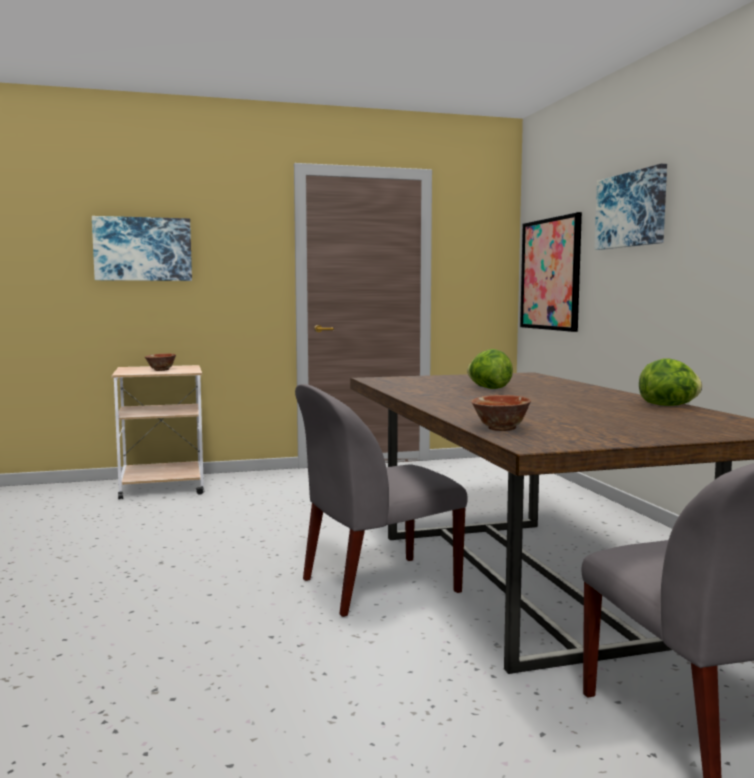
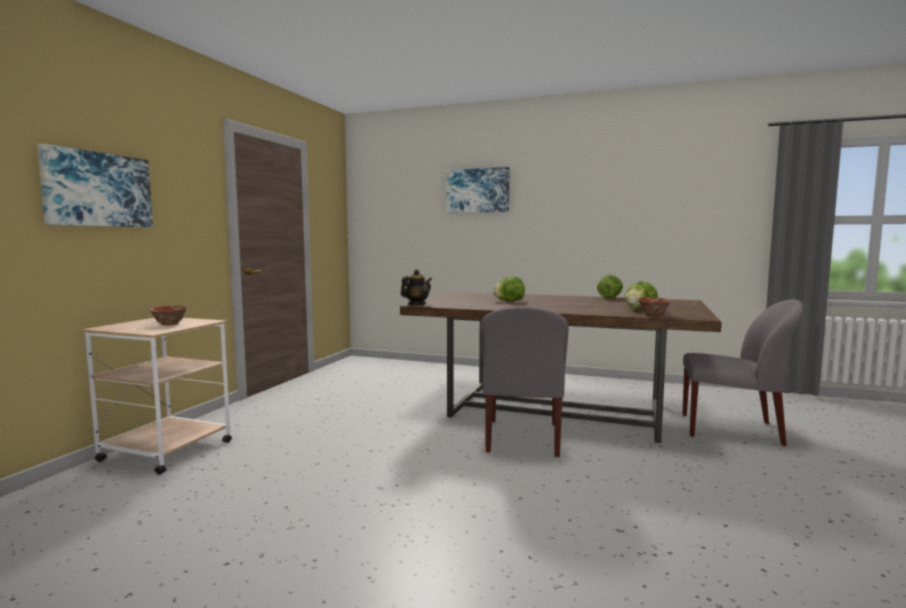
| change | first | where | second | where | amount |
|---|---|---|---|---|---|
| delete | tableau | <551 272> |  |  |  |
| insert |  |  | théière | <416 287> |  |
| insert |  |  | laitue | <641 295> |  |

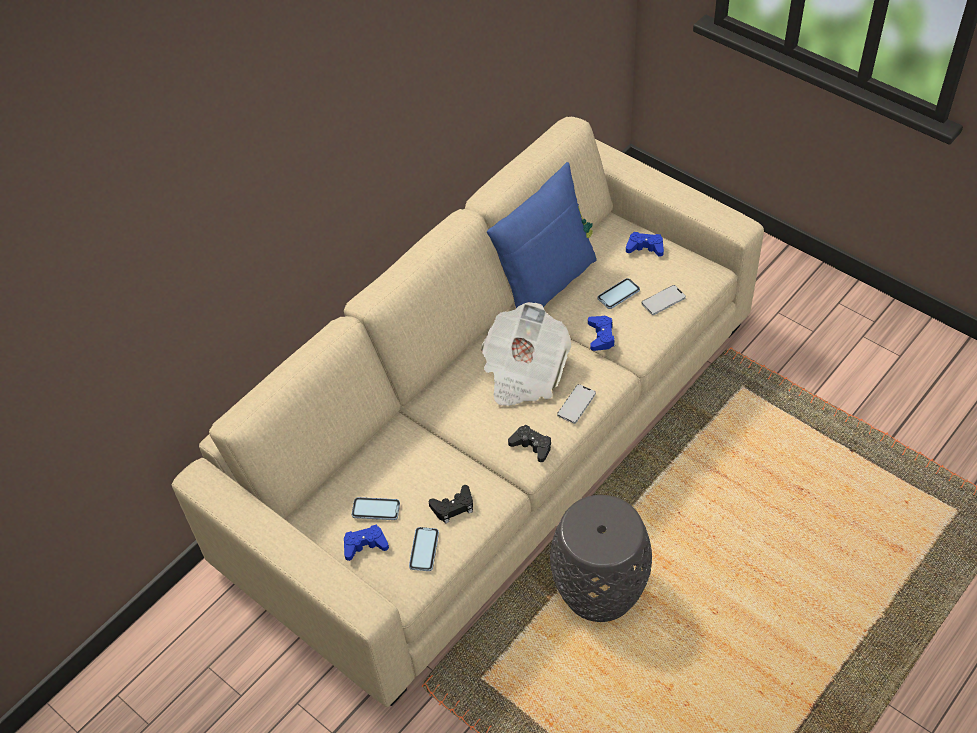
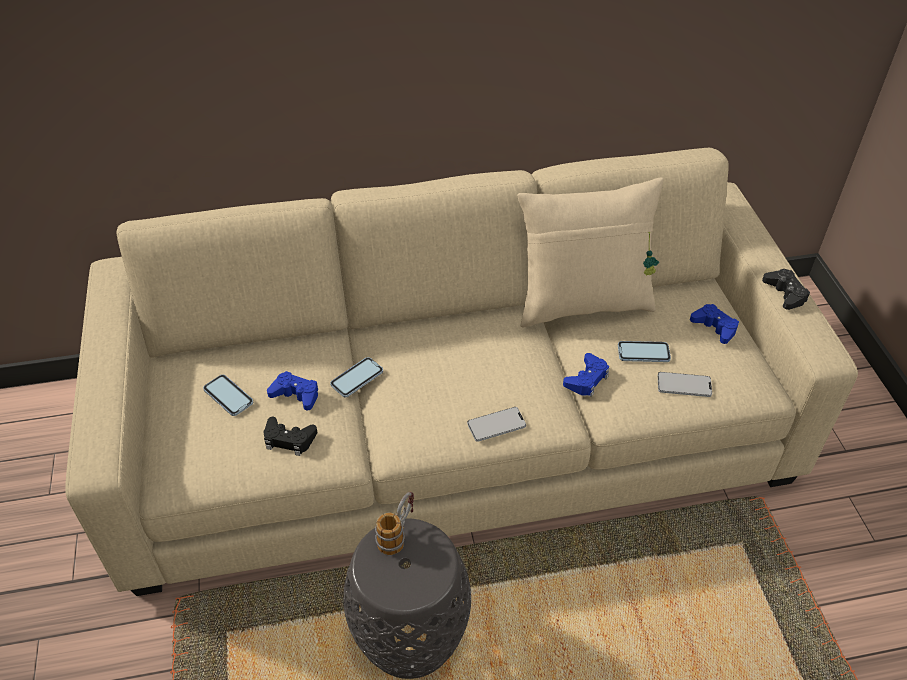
| change | first | where | second | where | amount |
|---|---|---|---|---|---|
| move | manette [bleu] | <366 543> |  | <292 390> |  |
| move | téléphone | <424 549> |  | <356 377> |  |
| delete | journal | <526 354> |  |  |  |
| recolor | coussin [bleu] | <542 235> | coussin [beige] | <590 252> |  |
| move | manette [noir] | <529 443> |  | <786 289> |  |
| insert |  |  | mug | <394 523> |  |

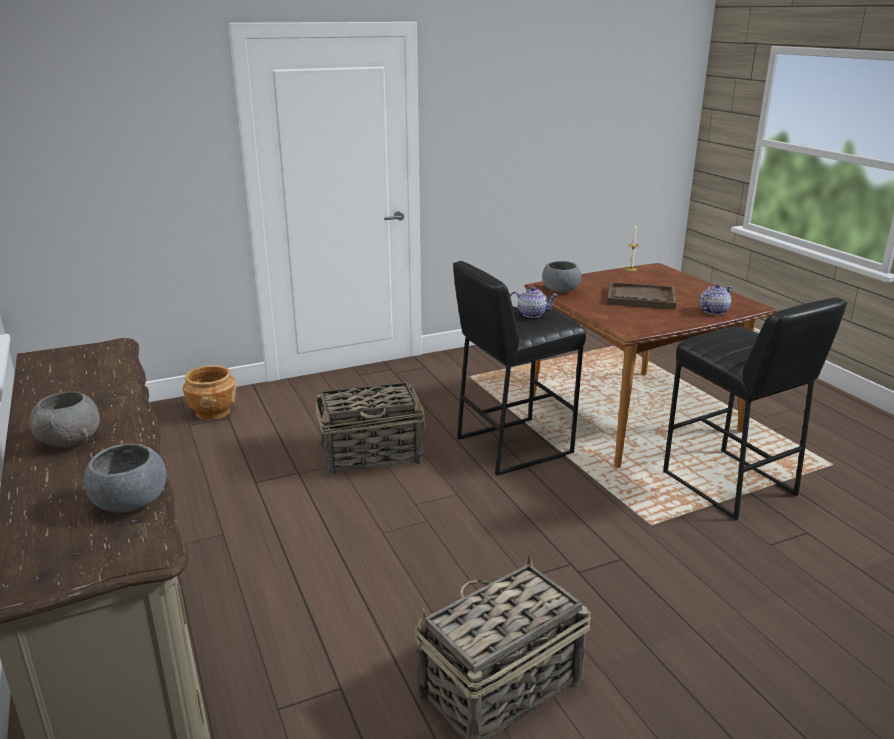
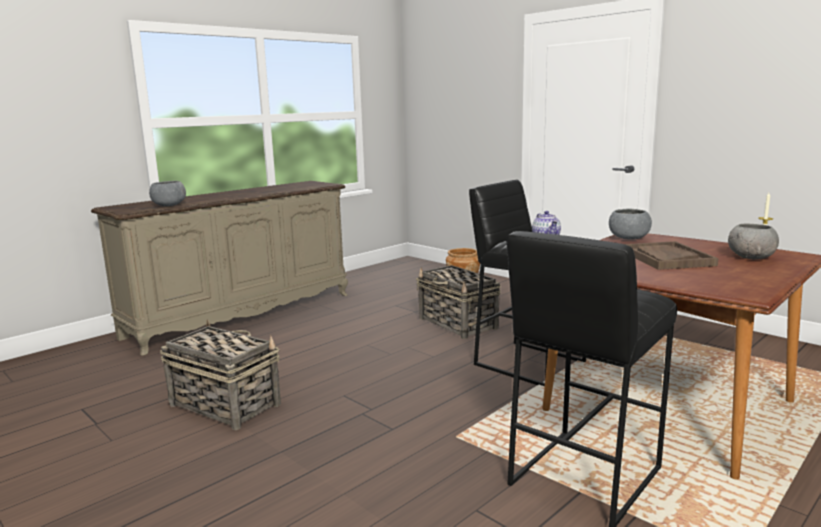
| change | first | where | second | where | amount |
|---|---|---|---|---|---|
| move | bol [gris] | <65 419> |  | <753 241> |  |
| delete | théière | <716 299> |  |  |  |

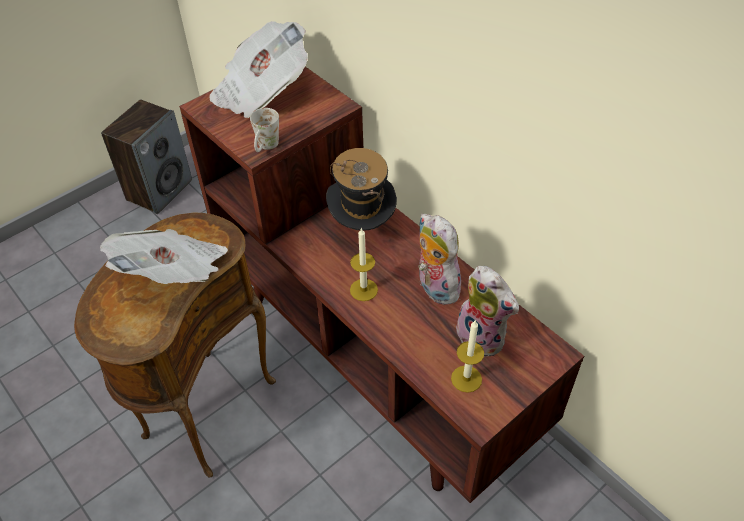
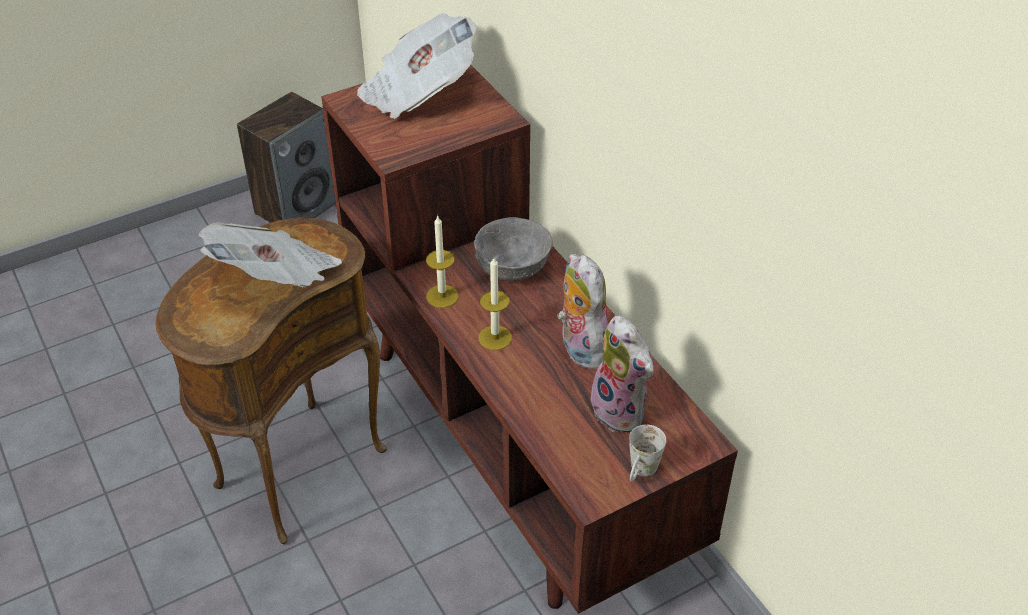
| change | first | where | second | where | amount |
|---|---|---|---|---|---|
| move | mug [blanc] | <264 130> |  | <647 453> |  |
| replace | chapeau | <361 189> | bol [gris] | <513 249> |  |
| move | bougie | <467 356> |  | <442 262> |  |

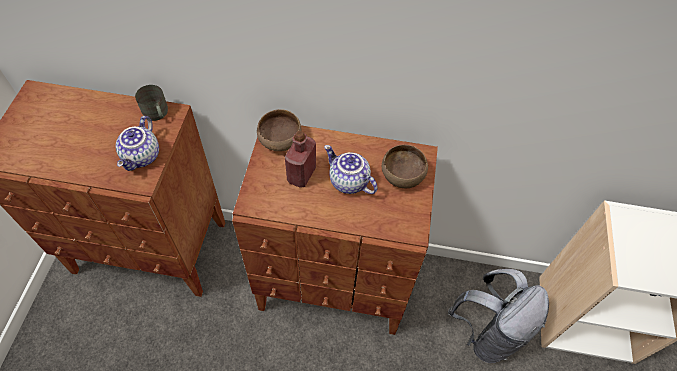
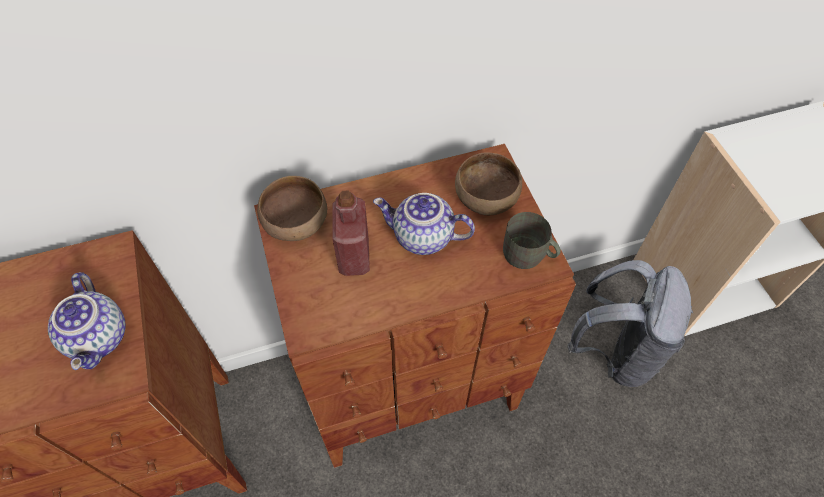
| change | first | where | second | where | amount |
|---|---|---|---|---|---|
| move | mug [gris] | <151 103> |  | <532 240> |  |

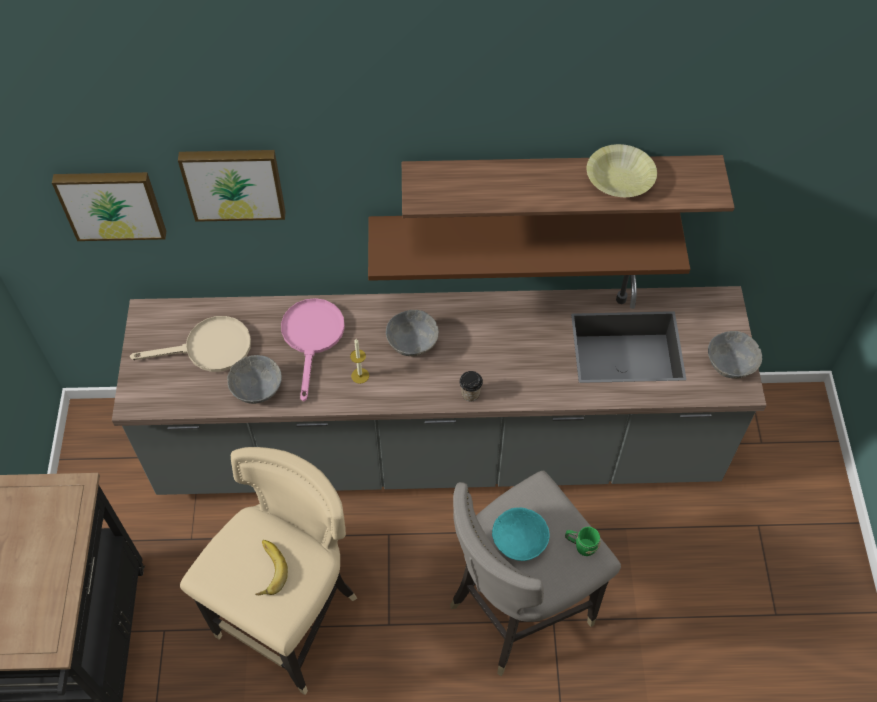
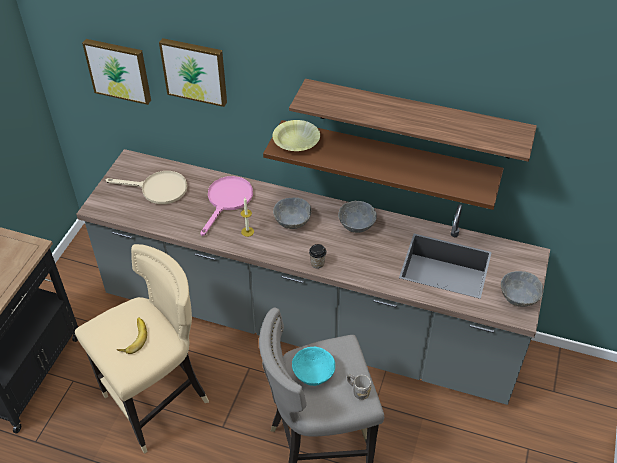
| change | first | where | second | where | amount |
|---|---|---|---|---|---|
| move | bol [gris] | <254 379> |  | <357 217> |  |
| recolor | mug [vert] | <583 541> | mug [gris] | <359 387> |  |
| move | bol [jaune] | <622 170> |  | <296 135> |  |

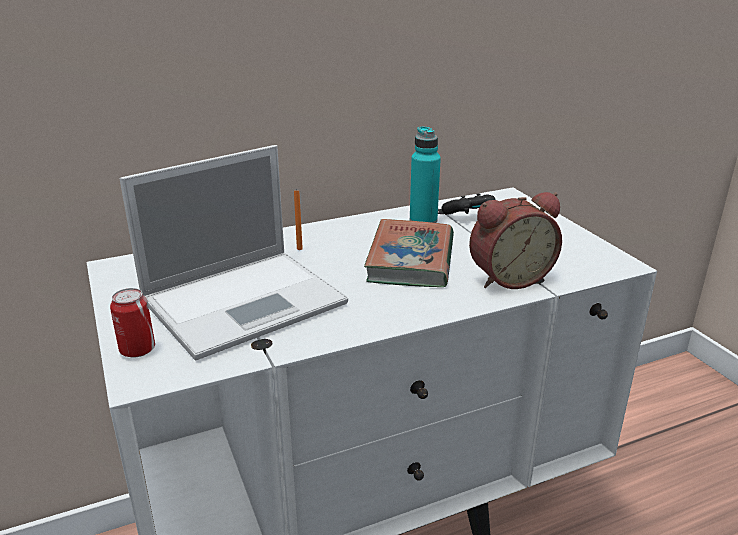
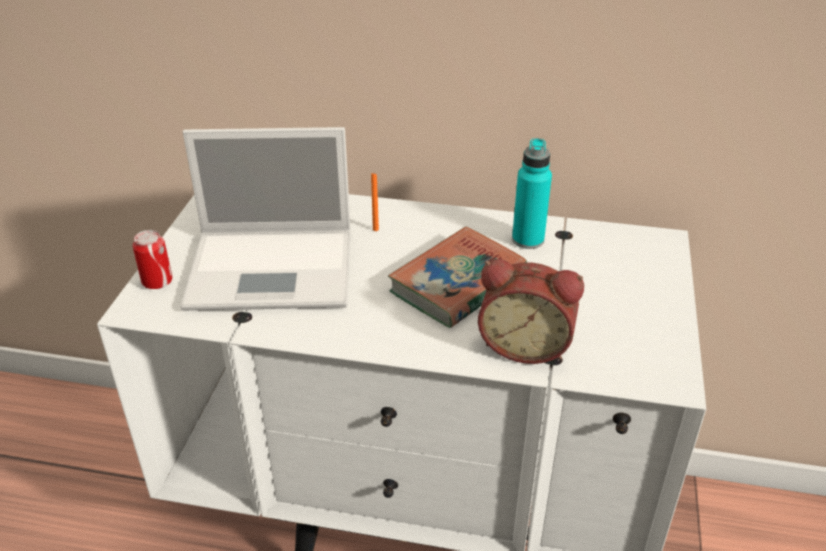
| change | first | where | second | where | amount |
|---|---|---|---|---|---|
| delete | manette [noir] | <468 204> |  |  |  |

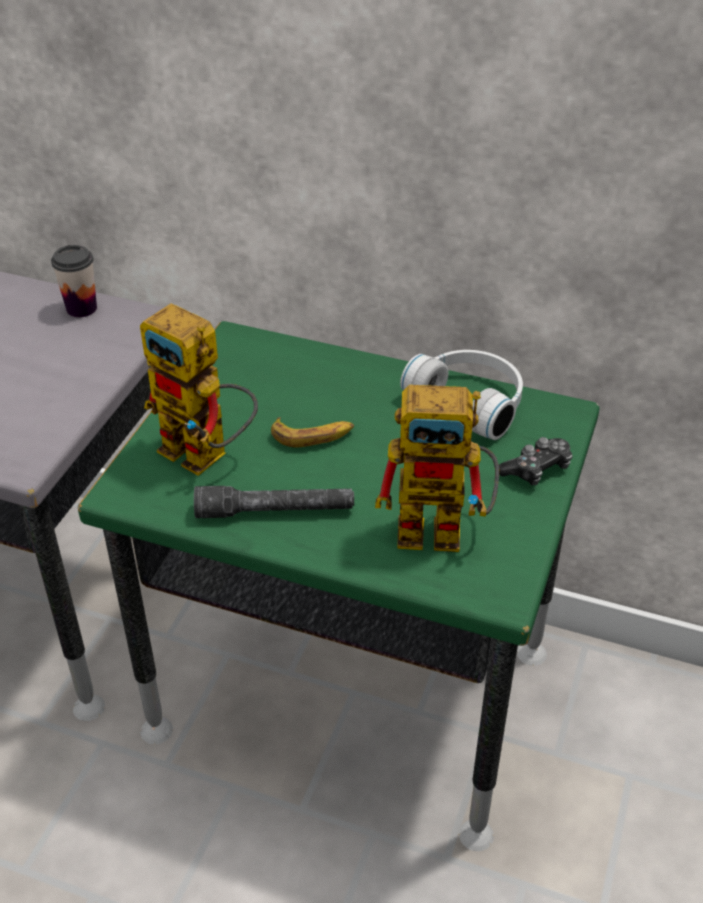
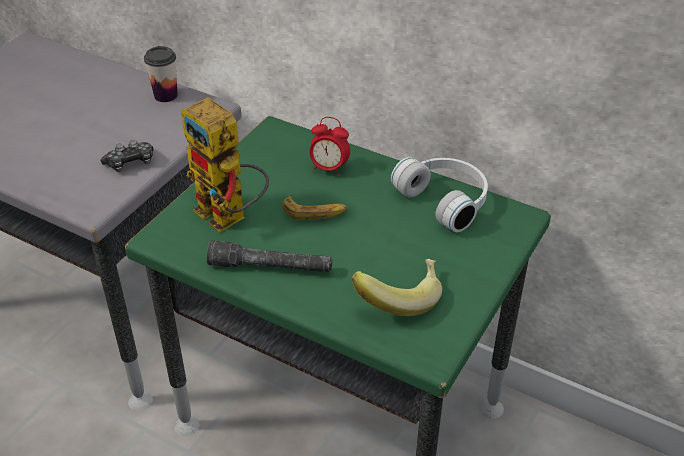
| change | first | where | second | where | amount |
|---|---|---|---|---|---|
| replace | robot jouet | <437 468> | banane | <397 287> |  |
| move | manette | <536 461> |  | <127 156> |  |
| insert |  |  | réveil | <330 146> |  |

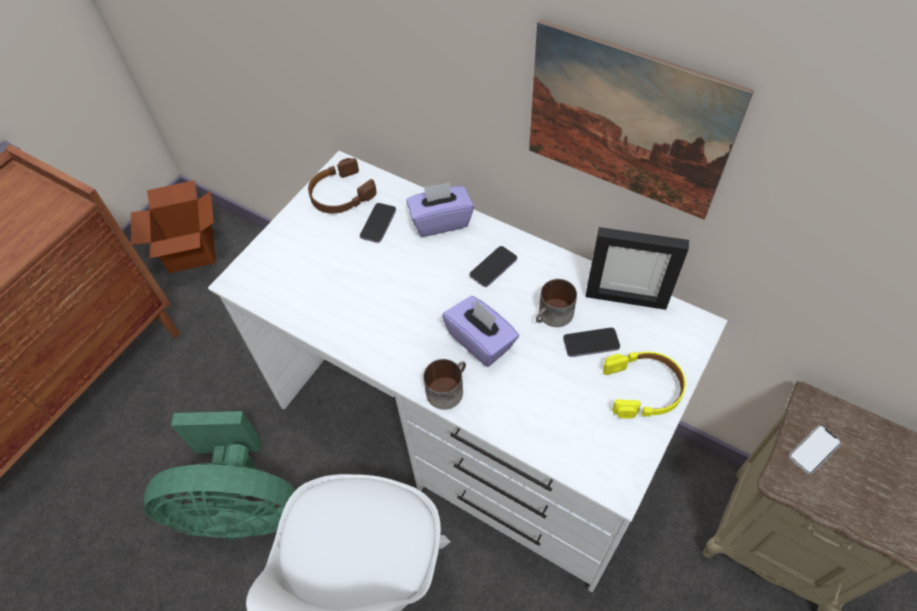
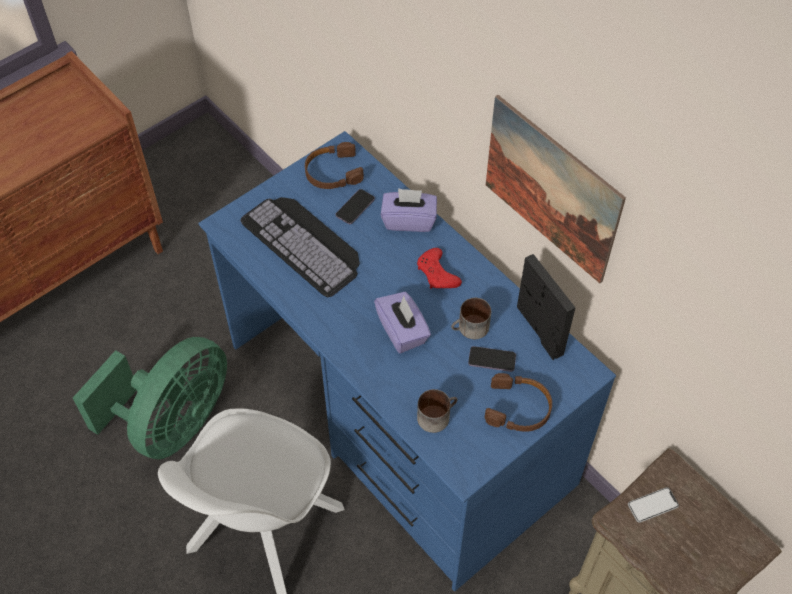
| change | first | where | second | where | amount |
|---|---|---|---|---|---|
| delete | carton | <173 226> |  |  |  |
| rotate | ventilateur [vert] | <220 475> |  | <150 398> | 75 degrees counterclockwise |
| recolor | bureau [blanc] | <467 371> | bureau [bleu] | <407 361> |  |
| move | mug | <444 384> |  | <437 411> |  |
| replace | téléphone | <493 266> | manette [rouge] | <439 268> |  |
| rotate | cadre photo | <637 268> |  | <546 307> | 150 degrees counterclockwise |
| recolor | casque audio [jaune] | <644 385> | casque audio [marron] | <518 402> |  |
| insert |  |  | clavier | <300 247> |  |

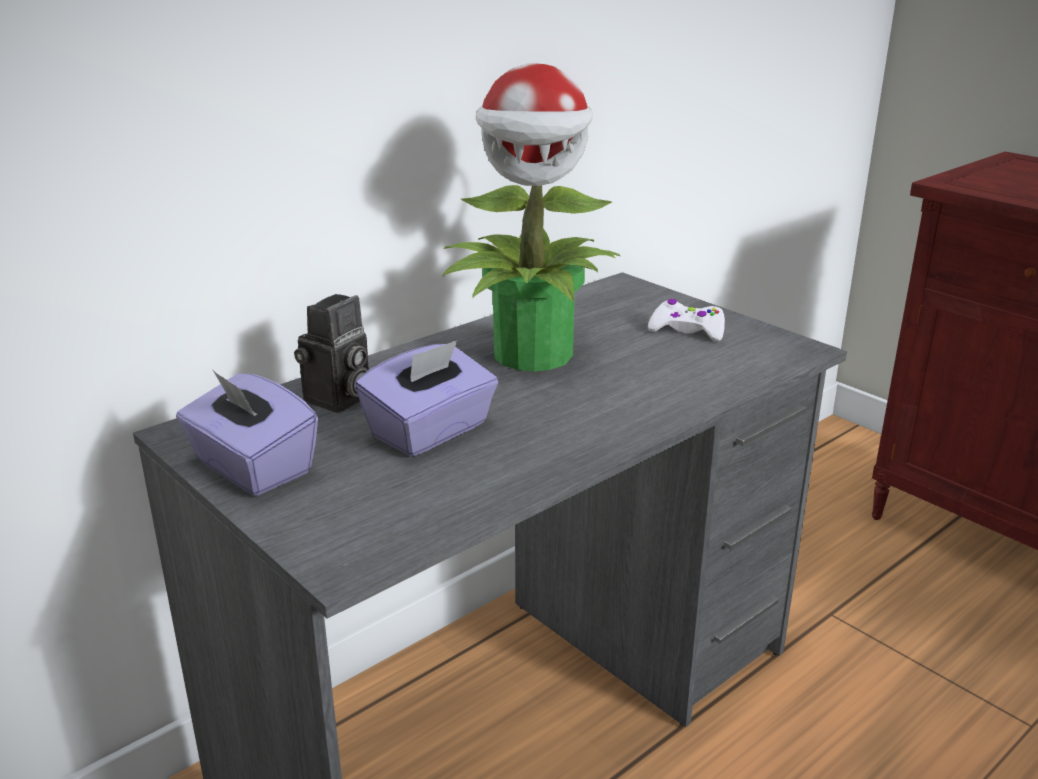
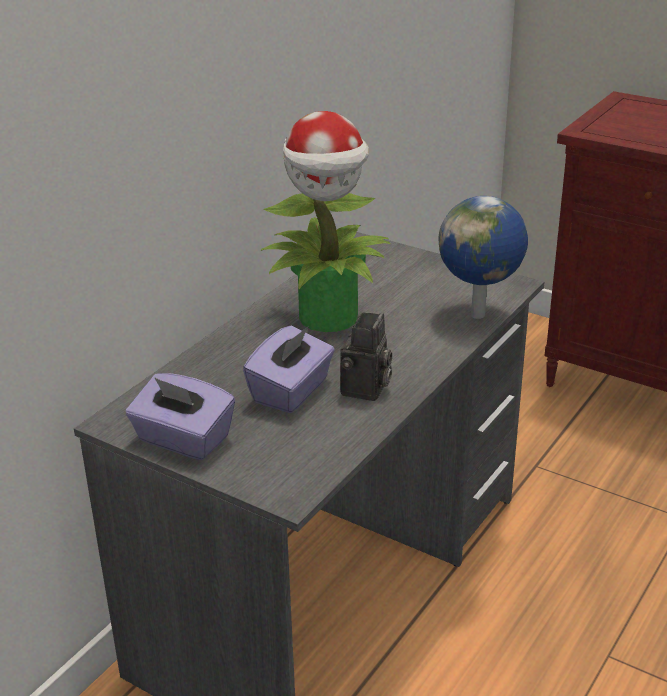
| change | first | where | second | where | amount |
|---|---|---|---|---|---|
| move | appareil photo | <331 353> |  | <366 356> |  |
| delete | manette [blanc] | <686 320> |  |  |  |
| insert |  |  | globe | <483 257> |  |

